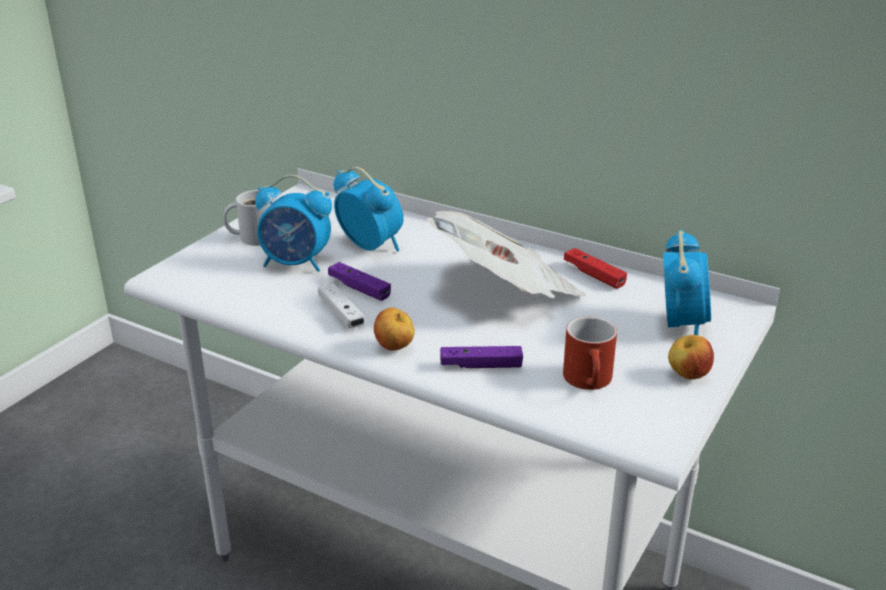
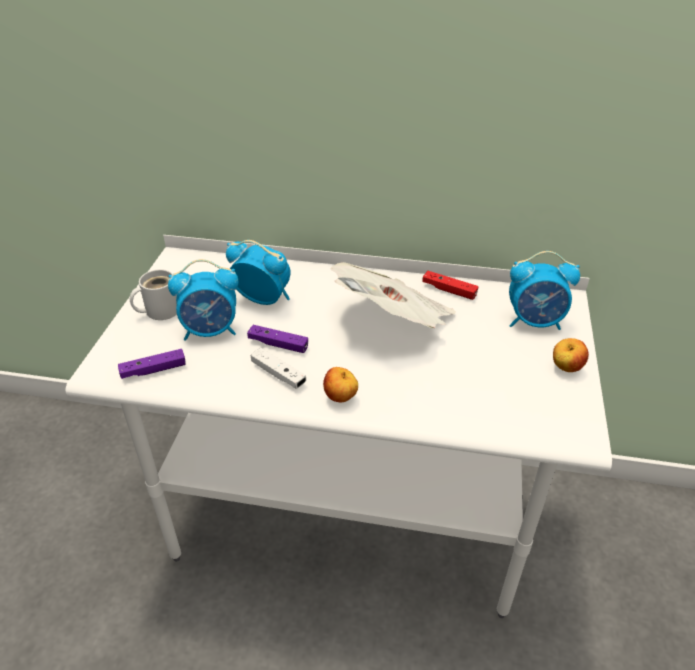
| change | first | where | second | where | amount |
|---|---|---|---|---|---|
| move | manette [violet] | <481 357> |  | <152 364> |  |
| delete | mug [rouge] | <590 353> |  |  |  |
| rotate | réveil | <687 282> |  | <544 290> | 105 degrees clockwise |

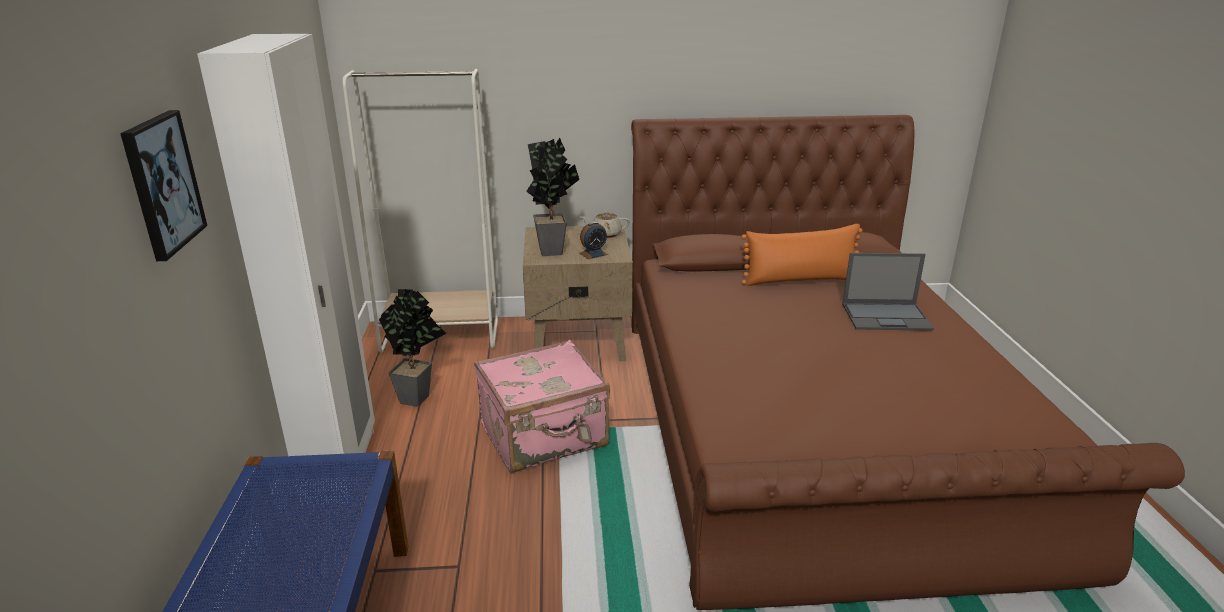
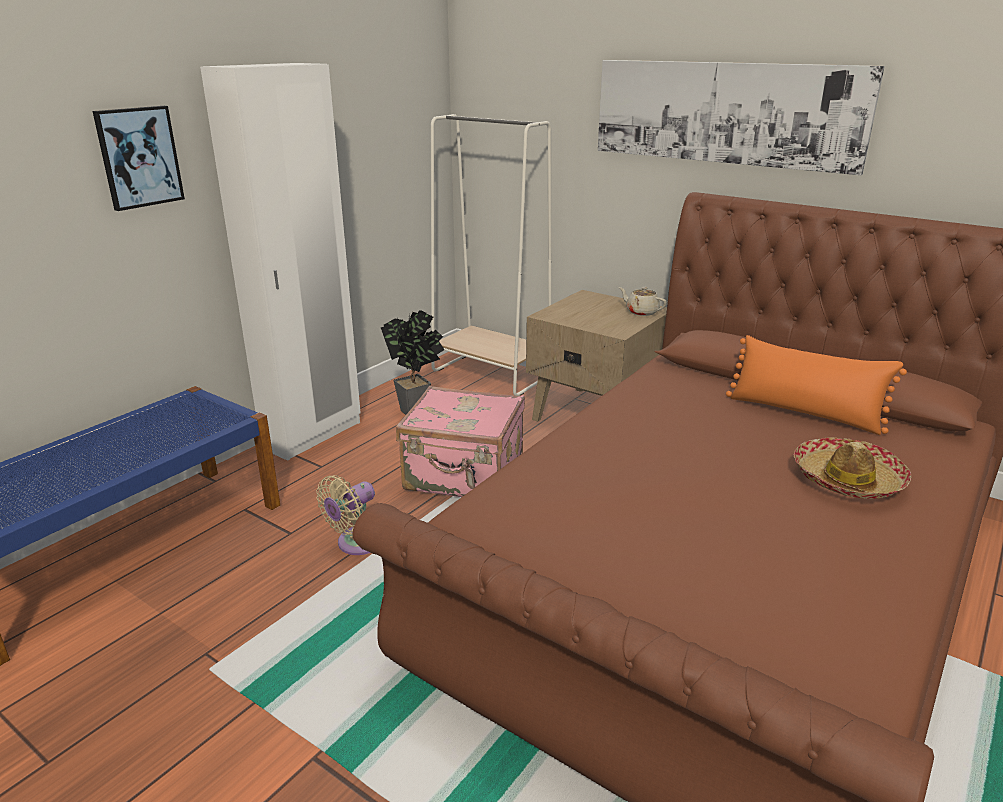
| change | first | where | second | where | amount |
|---|---|---|---|---|---|
| delete | plante en pot | <552 197> |  |  |  |
| delete | réveil | <593 240> |  |  |  |
| replace | ordinateur portable | <888 292> | chapeau | <852 468> |  |
| insert |  |  | ventilateur [beige] | <345 515> |  |
| insert |  |  | tableau | <741 117> |  |

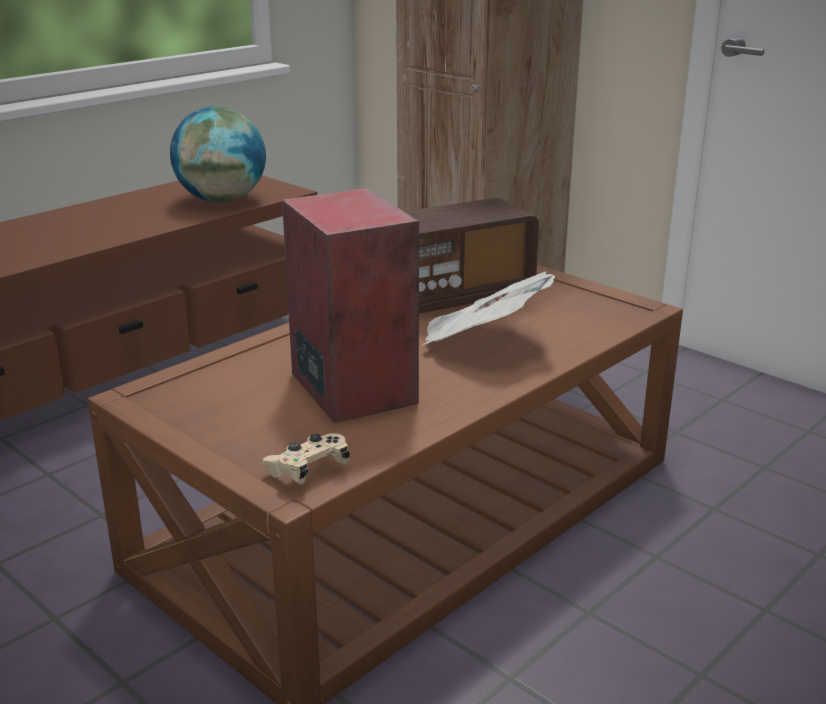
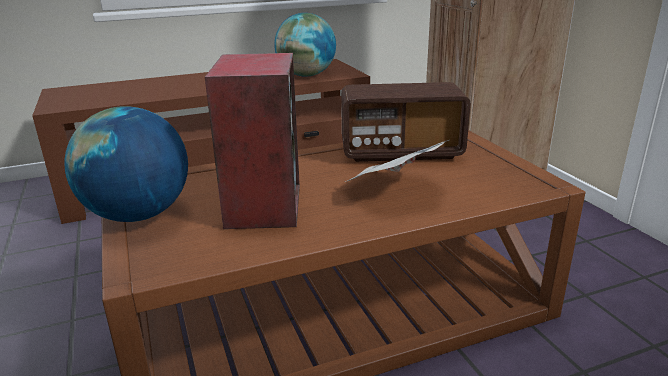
| change | first | where | second | where | amount |
|---|---|---|---|---|---|
| delete | manette [beige] | <306 459> |  |  |  |
| insert |  |  | globe | <126 164> |  |

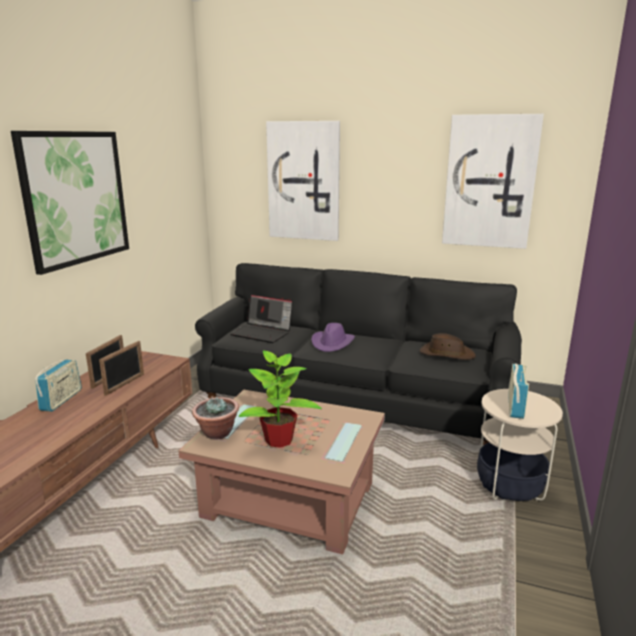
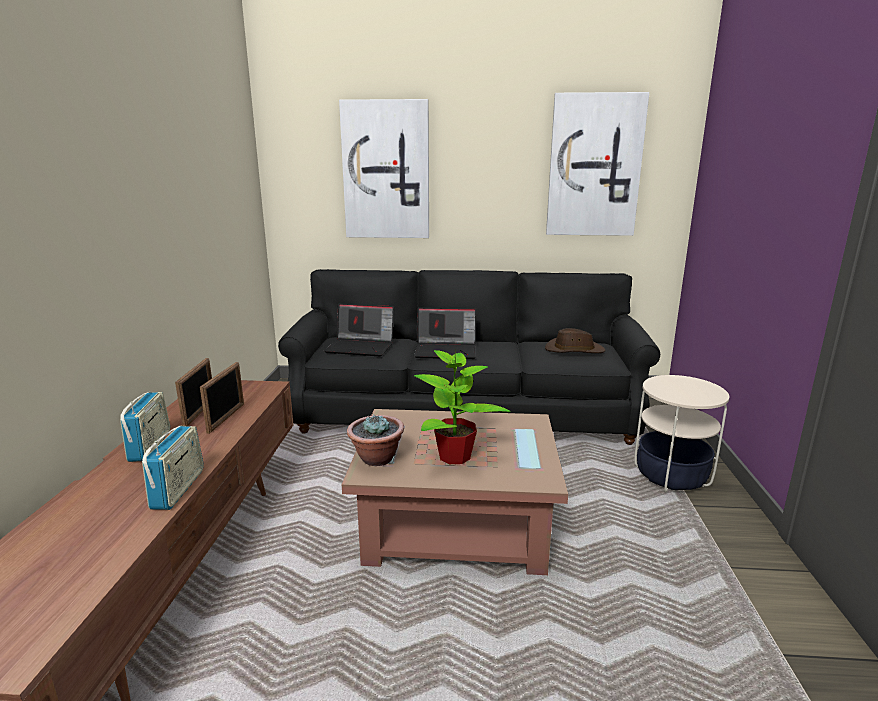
| change | first | where | second | where | amount |
|---|---|---|---|---|---|
| delete | tableau | <70 203> |  |  |  |
| replace | chapeau [violet] | <333 337> | ordinateur portable | <445 333> |  |
| move | radio | <518 391> |  | <173 467> |  |

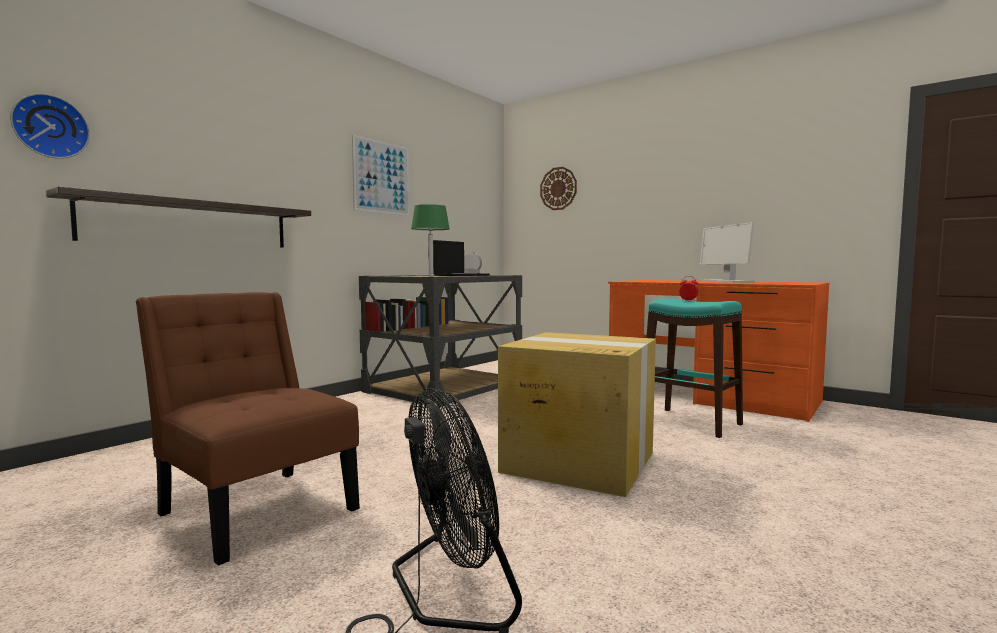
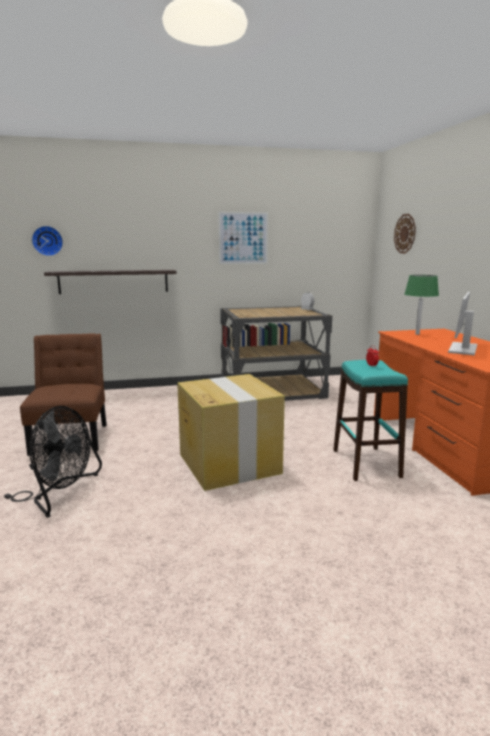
| change | first | where | second | where | amount |
|---|---|---|---|---|---|
| move | lampe de table [vert] | <430 240> |  | <421 305> |  |
| delete | ordinateur portable | <461 258> |  |  |  |

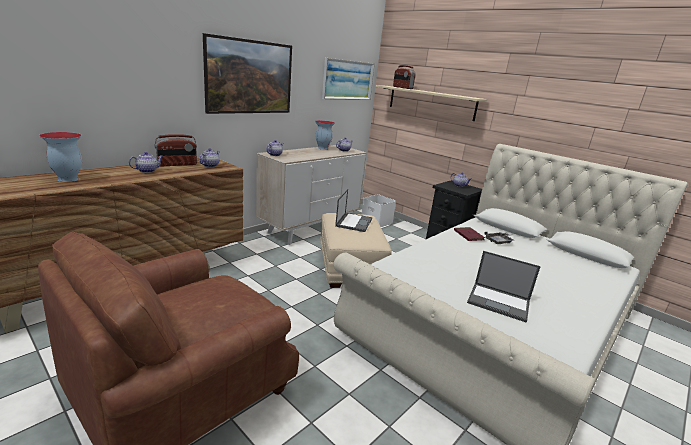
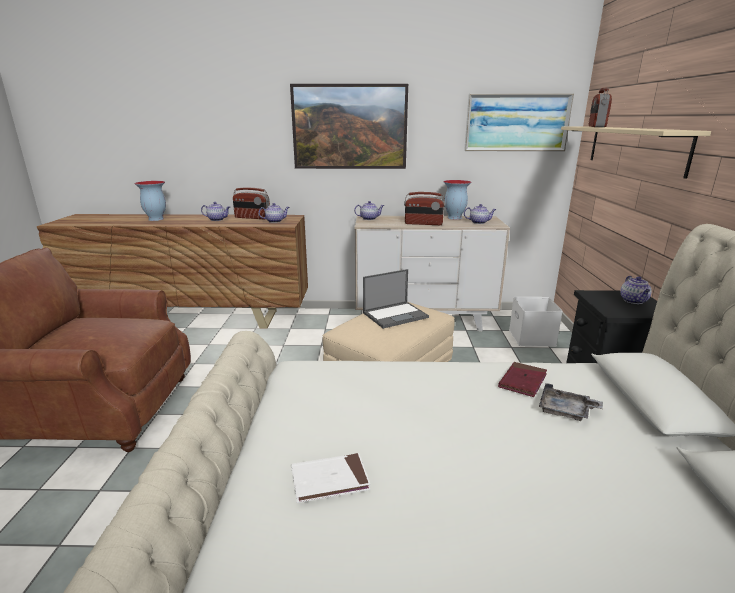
| change | first | where | second | where | amount |
|---|---|---|---|---|---|
| replace | ordinateur portable | <504 287> | livre [blanc] | <330 478> |  |
| insert |  |  | radio | <425 208> |  |

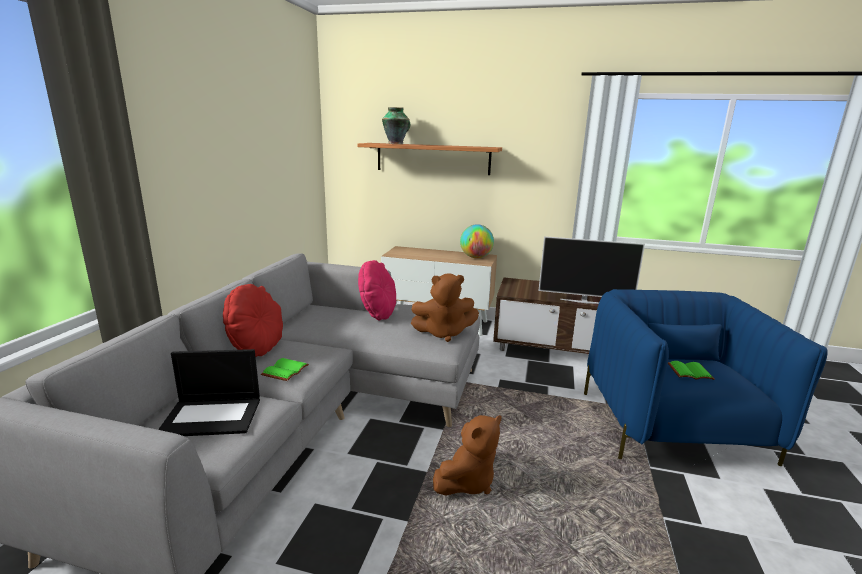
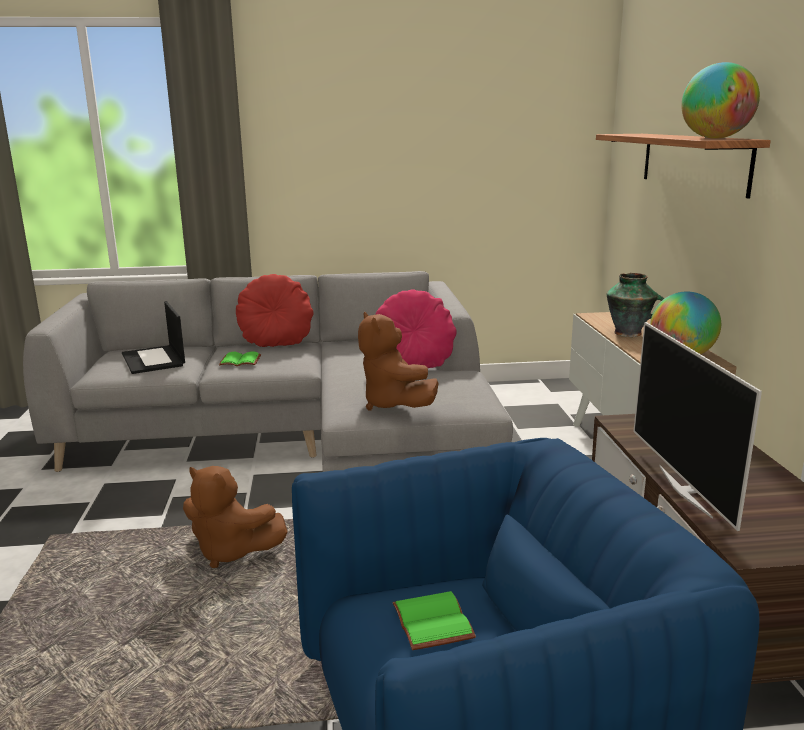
| change | first | where | second | where | amount |
|---|---|---|---|---|---|
| move | vase | <396 125> |  | <635 305> |  |
| insert |  |  | globe | <720 100> |  |

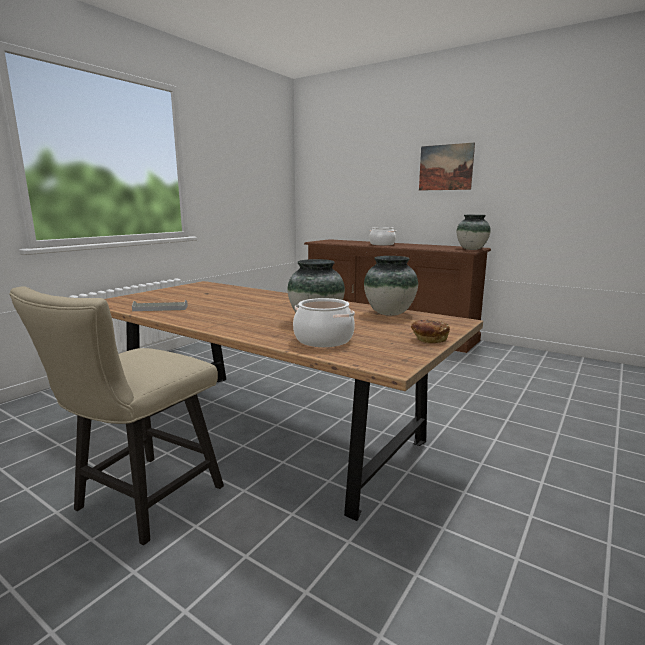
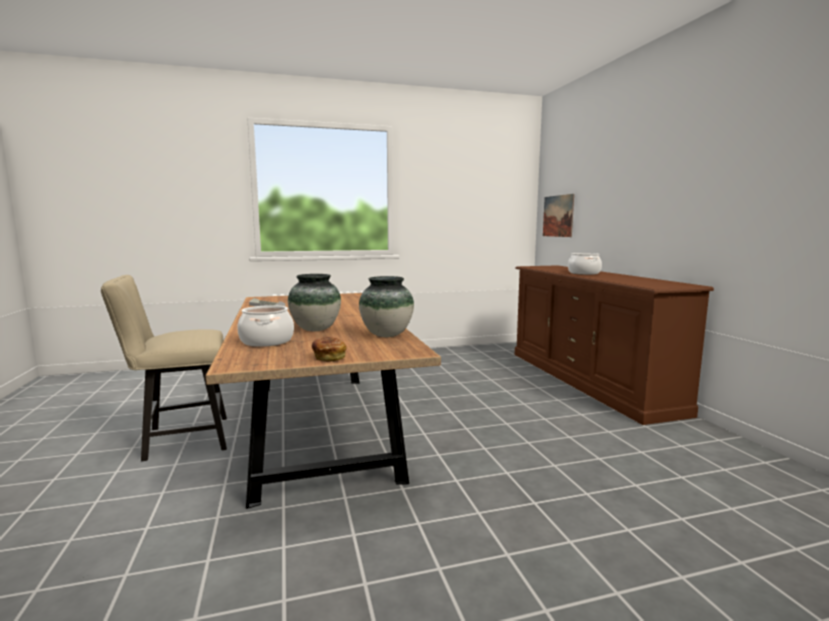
| change | first | where | second | where | amount |
|---|---|---|---|---|---|
| move | tableau | <447 166> |  | <558 215> |  |
| delete | vase | <474 232> |  |  |  |

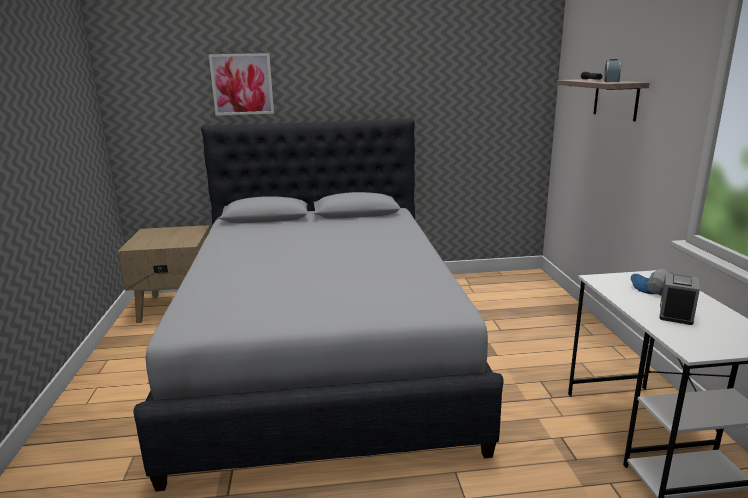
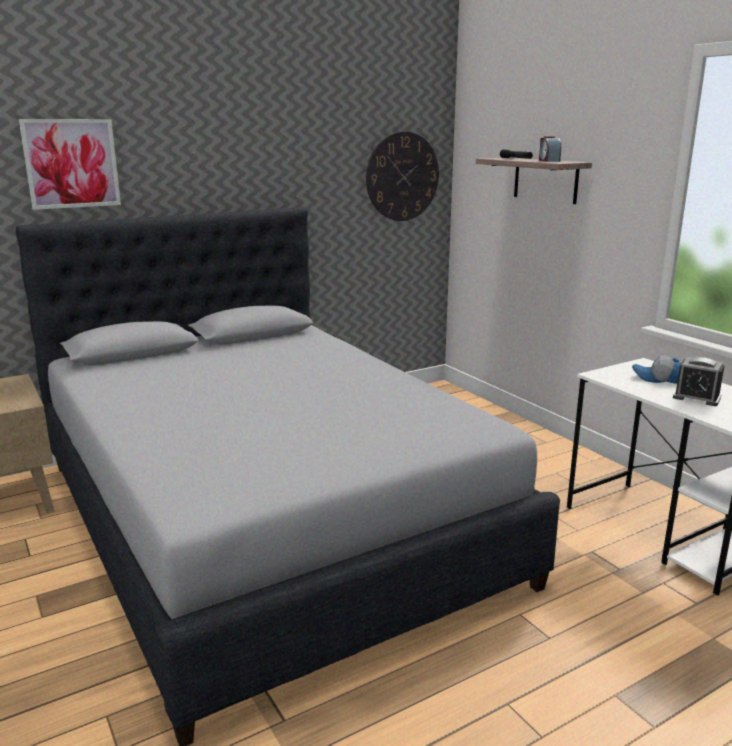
| change | first | where | second | where | amount |
|---|---|---|---|---|---|
| rotate | réveil | <680 299> |  | <699 381> | 60 degrees counterclockwise |
| insert |  |  | horloge murale | <402 176> |  |

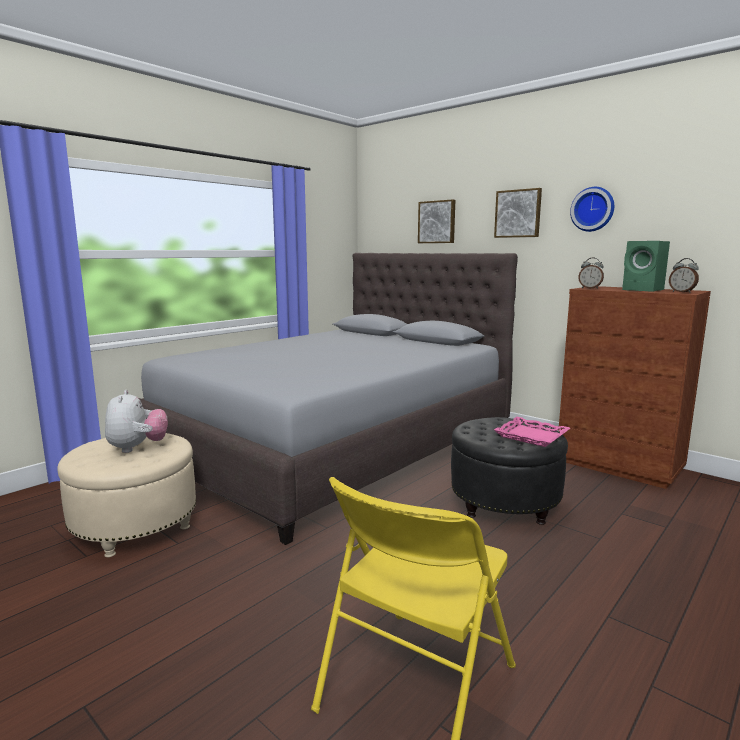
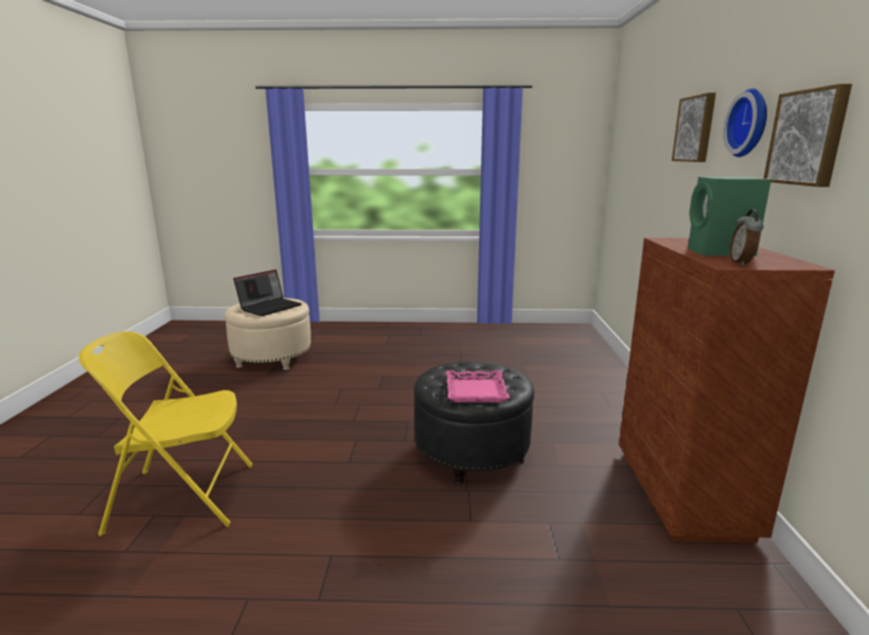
| change | first | where | second | where | amount |
|---|---|---|---|---|---|
| replace | peluche | <136 421> | ordinateur portable | <267 292> |  |
| delete | lit [gris] | <328 399> |  |  |  |
| move | tableau | <436 221> |  | <808 135> |  |
| delete | réveil | <591 273> |  |  |  |

